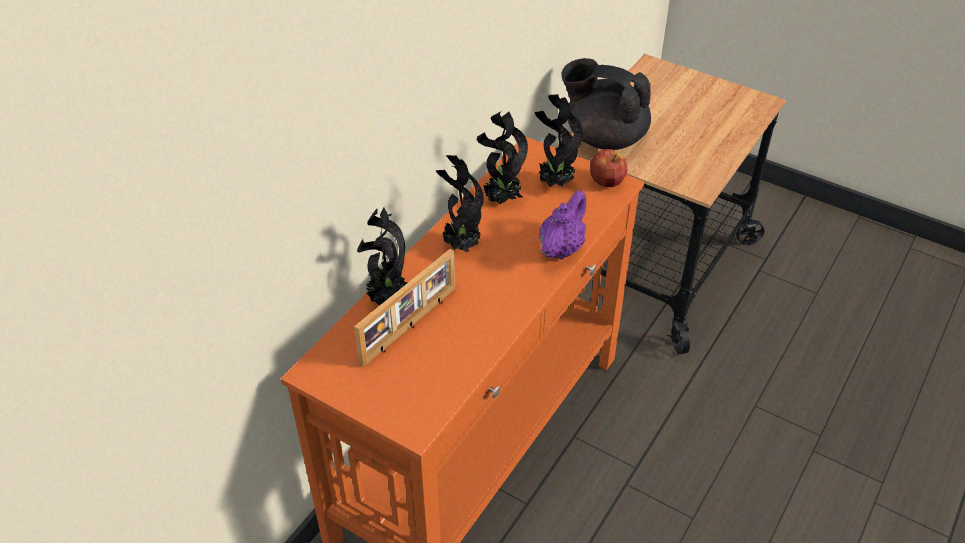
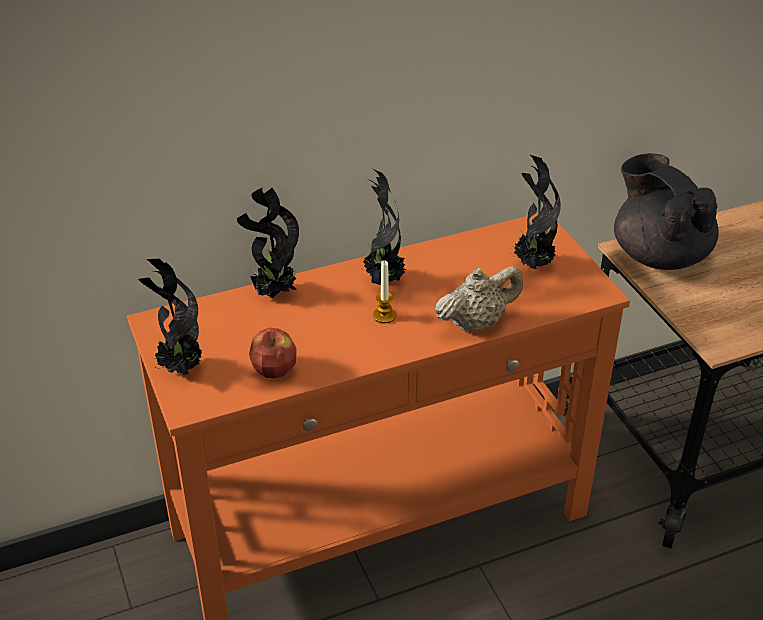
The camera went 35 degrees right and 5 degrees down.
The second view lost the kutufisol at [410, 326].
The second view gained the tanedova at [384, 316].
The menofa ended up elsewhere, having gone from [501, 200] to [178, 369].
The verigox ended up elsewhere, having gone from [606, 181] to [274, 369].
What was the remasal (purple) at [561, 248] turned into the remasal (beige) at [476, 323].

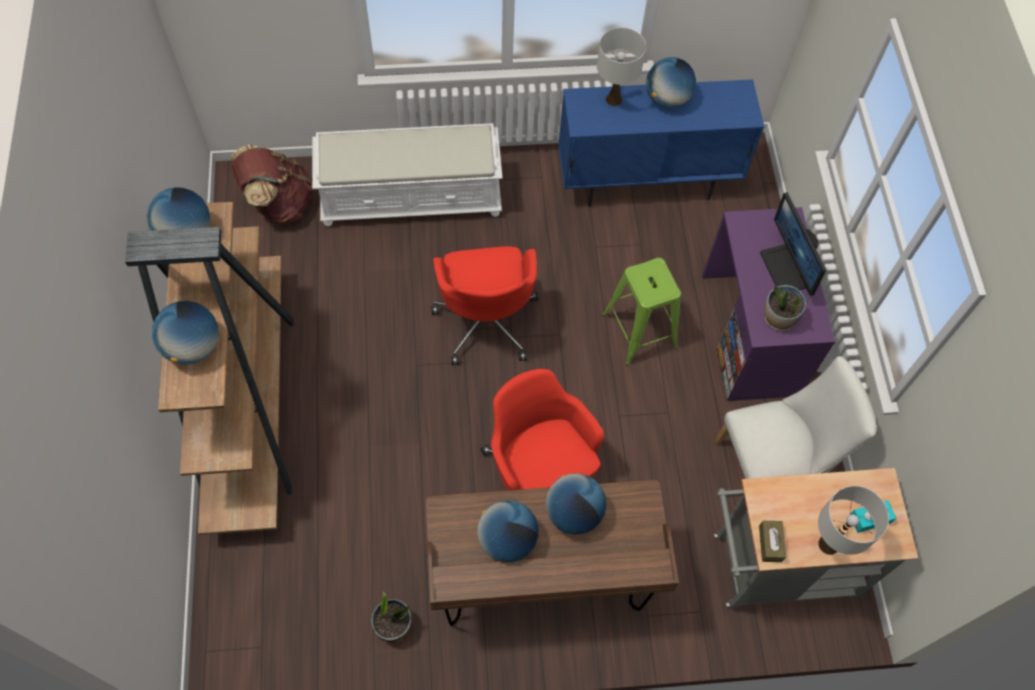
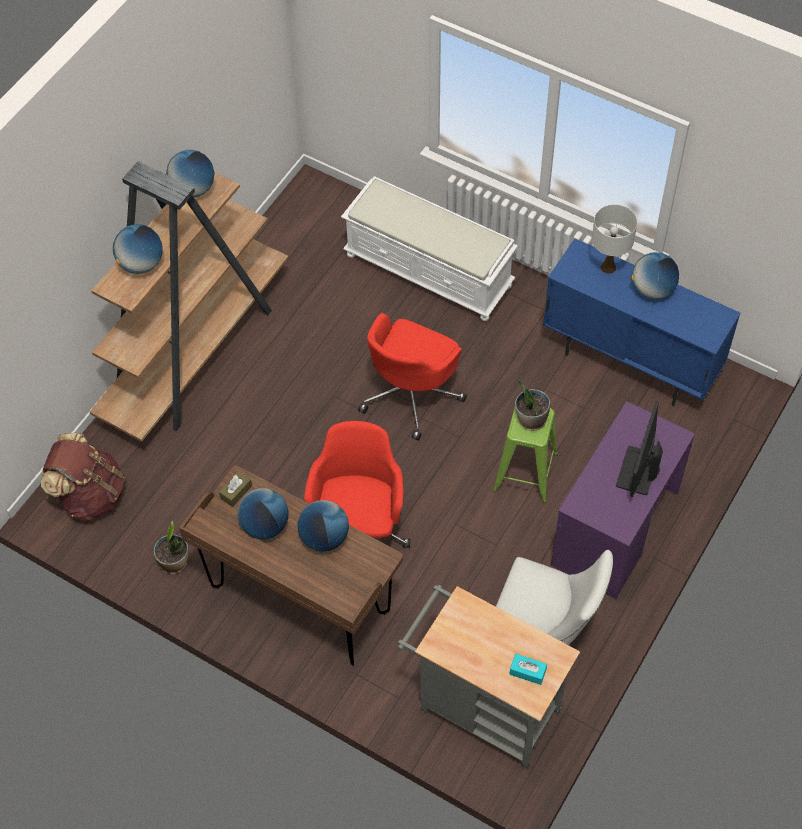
The camera went 40 degrees right and 5 degrees down.
The second view lost the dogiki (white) at [828, 544].
The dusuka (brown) ended up elsewhere, having gone from [279, 203] to [91, 495].
The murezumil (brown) ended up elsewhere, having gone from [770, 543] to [236, 492].
The menofa ended up elsewhere, having gone from [778, 319] to [531, 420].

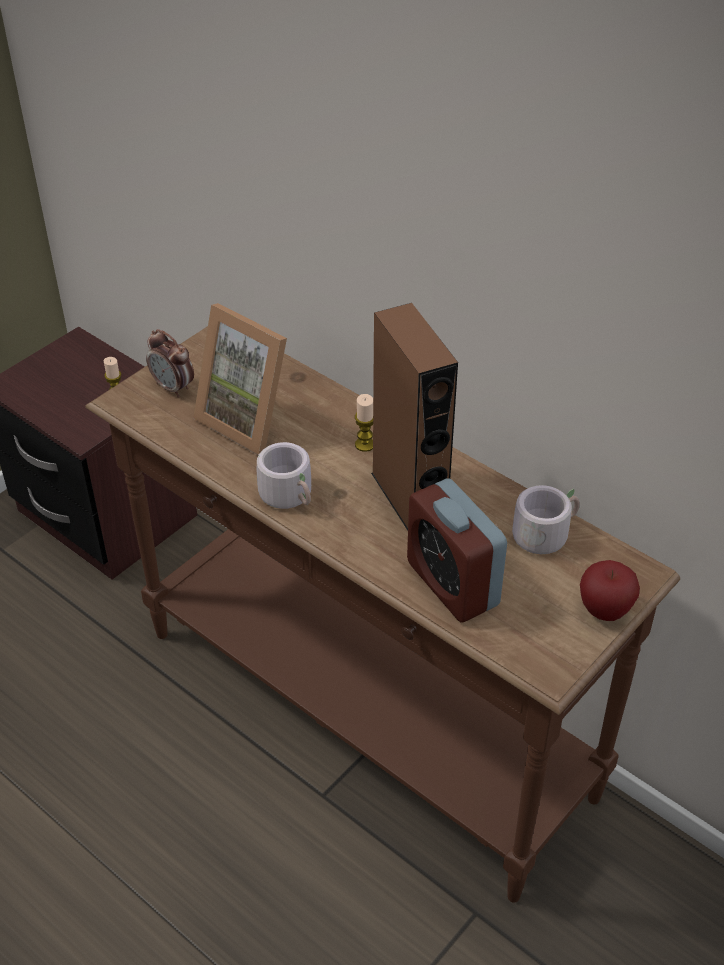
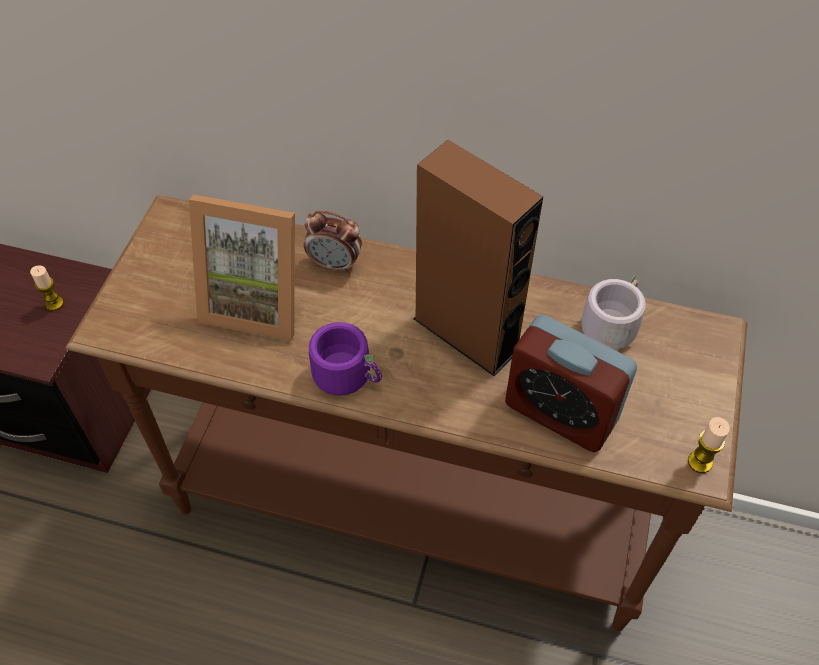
The camera went 25 degrees left and 10 degrees up.
The second view lost the verigox at [604, 611].
The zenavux ended up elsewhere, having gone from [173, 388] to [335, 264].
The tanedova ended up elsewhere, having gone from [365, 444] to [700, 462].
What was the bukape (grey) at [291, 495] turned into the bukape (purple) at [349, 374].

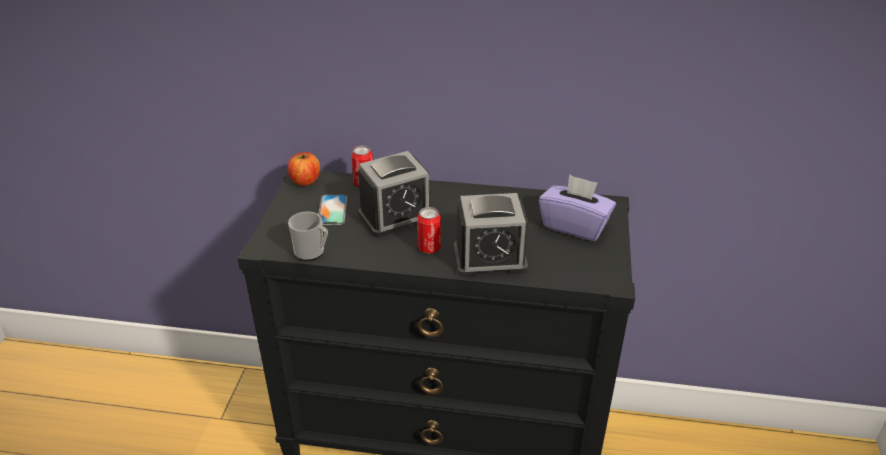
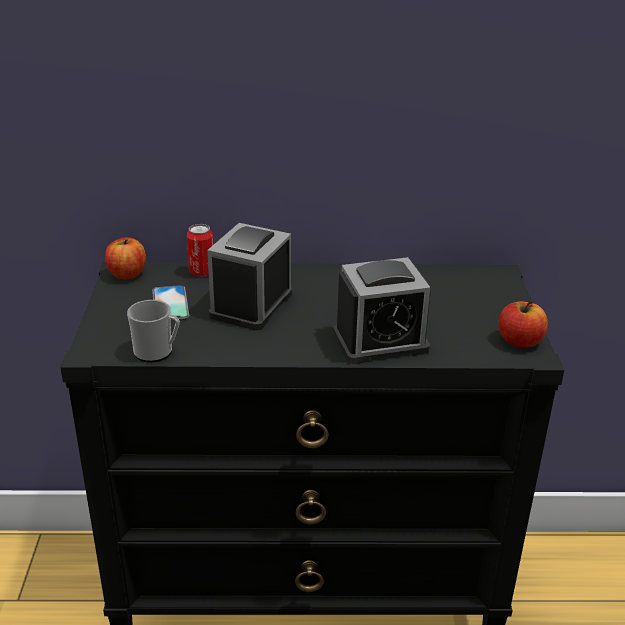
The camera went 10 degrees left and 5 degrees down.
The second view lost the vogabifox at [429, 248].
The second view lost the murezumil (purple) at [575, 225].
The second view gained the verigox at [519, 341].
The zenavux at [395, 216] ended up facing another way, 150 degrees clockwise from before.

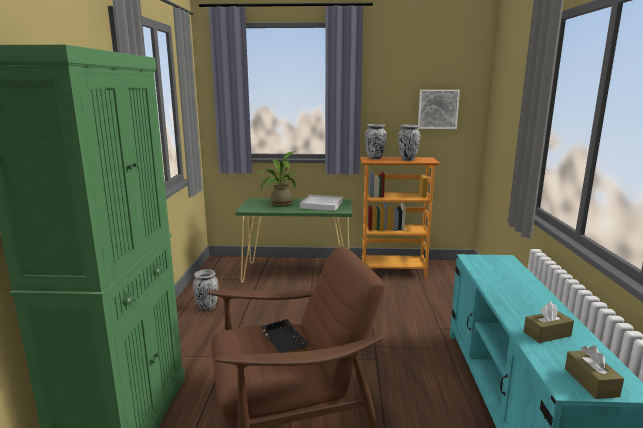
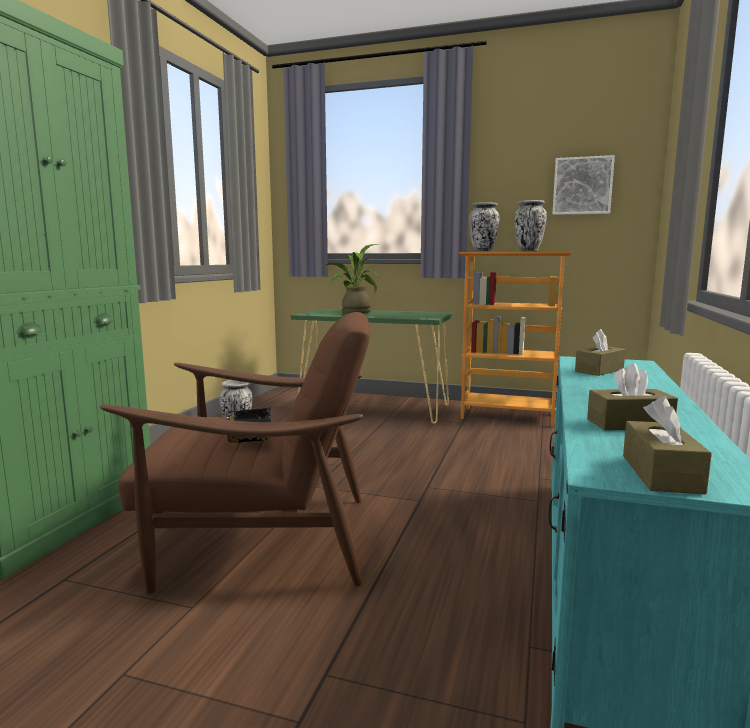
The camera went 15 degrees right and 5 degrees down.
The second view lost the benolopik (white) at [321, 205].
The second view gained the murezumil (brown) at [599, 370].

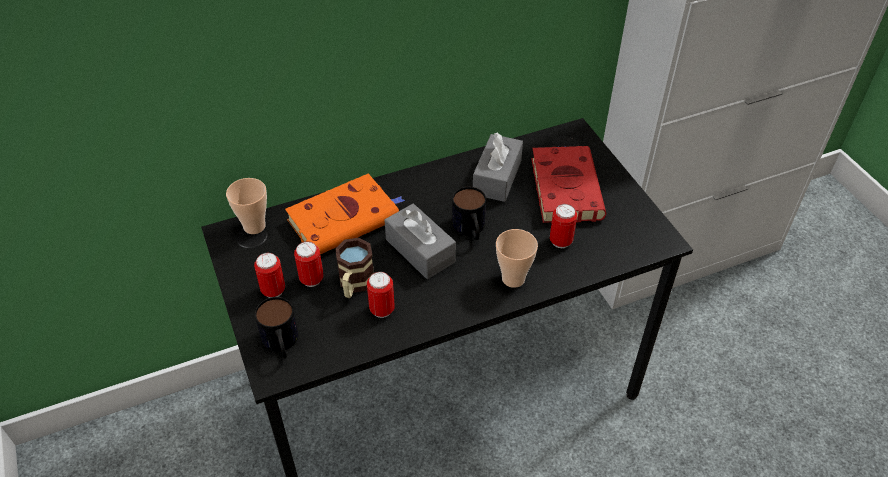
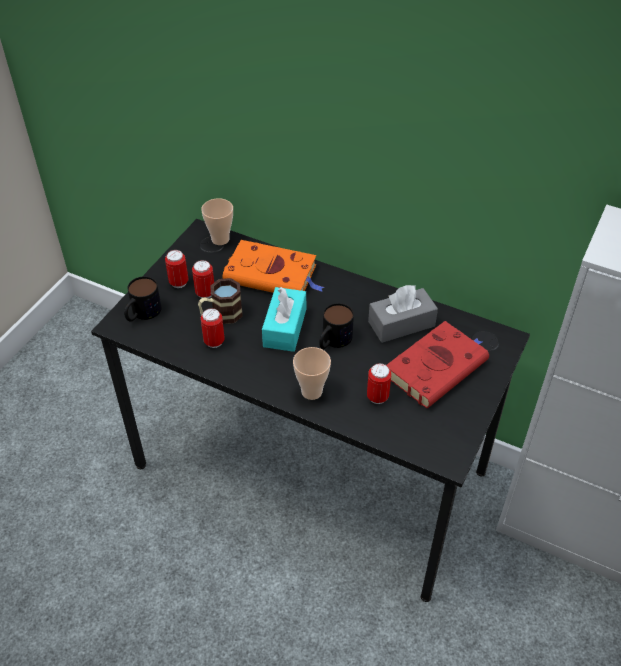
The camera went 50 degrees right and 0 degrees up.
What was the murezumil (grey) at [420, 250] turned into the murezumil (turquoise) at [285, 327].

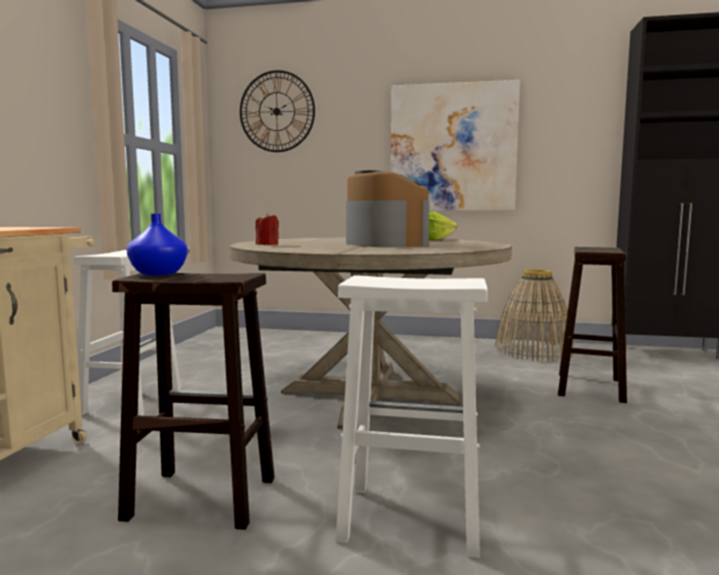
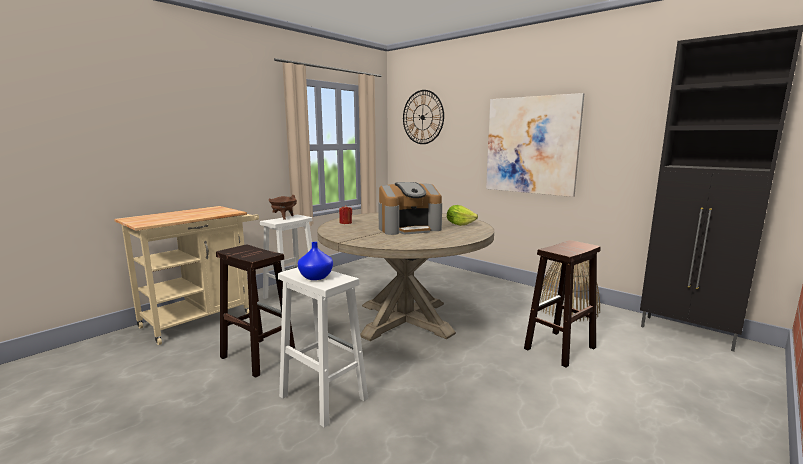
The camera went 30 degrees right and 5 degrees up.
The second view gained the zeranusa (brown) at [283, 217].
The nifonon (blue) ended up elsewhere, having gone from [157, 273] to [315, 277].
The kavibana at [383, 243] ended up facing another way, 60 degrees clockwise from before.

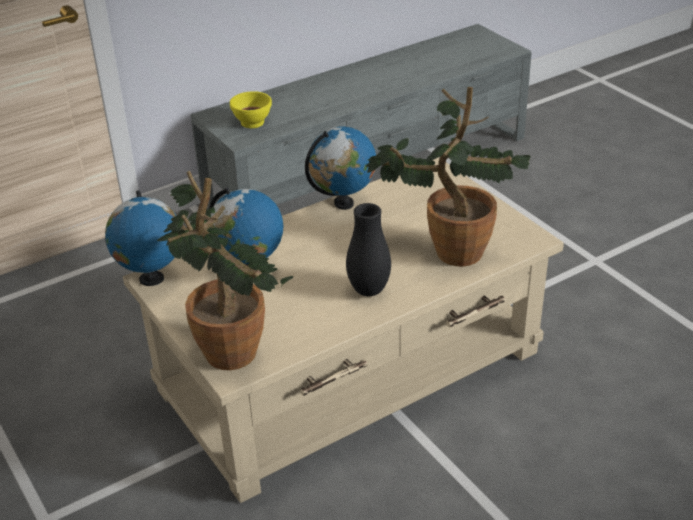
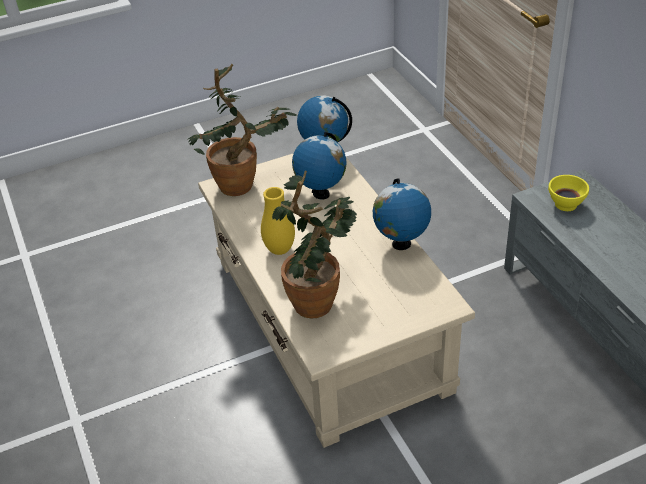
The camera went 100 degrees right and 5 degrees up.
What was the nifonon (black) at [369, 290] turned into the nifonon (yellow) at [279, 250].

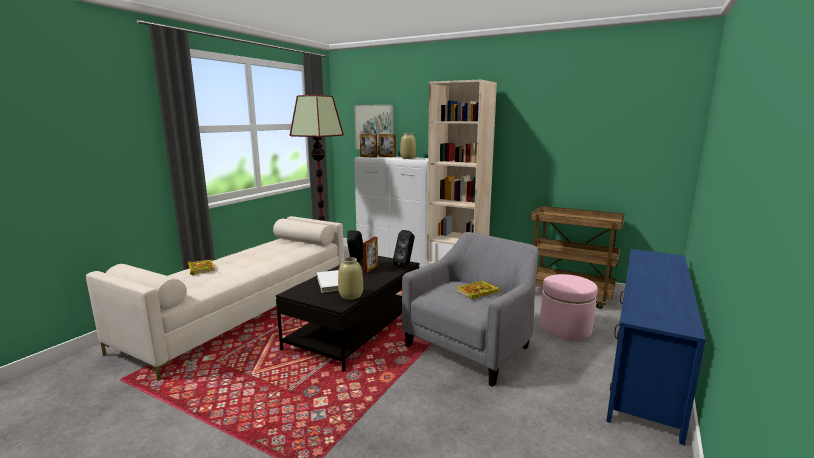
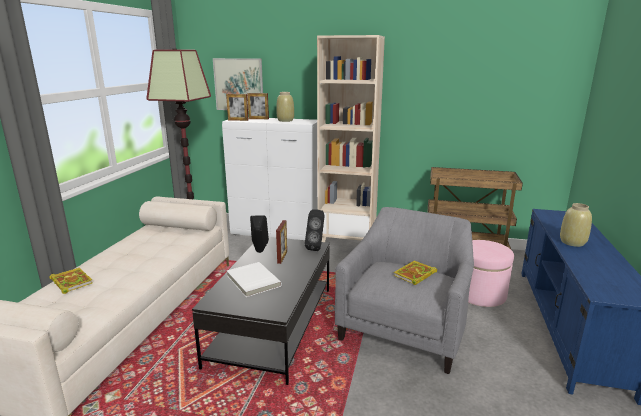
The camera went 15 degrees left and 5 degrees up.
The nifonon (beige) ended up elsewhere, having gone from [351, 296] to [573, 242].

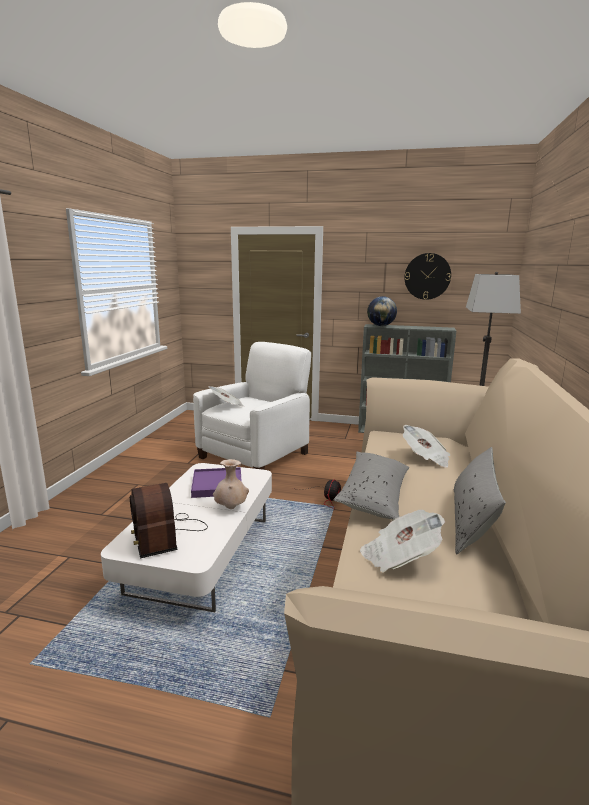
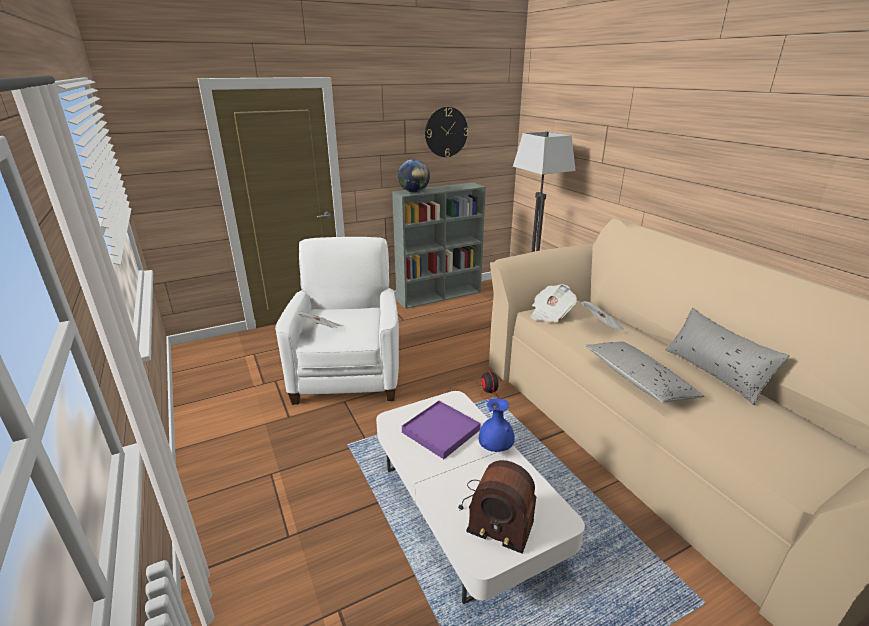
The camera went 40 degrees left and 10 degrees up.
The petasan ended up elsewhere, having gone from [399, 557] to [550, 314].
What was the nifonon (beige) at [231, 508] turned into the nifonon (blue) at [495, 449].

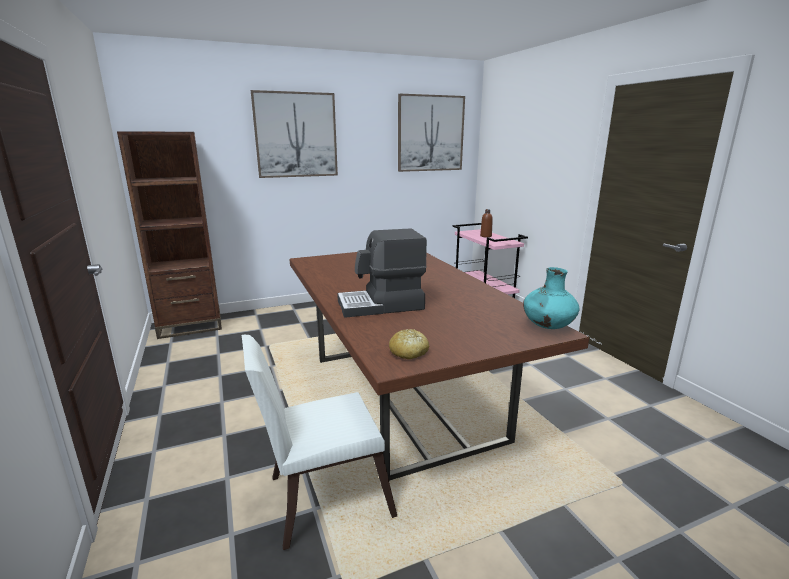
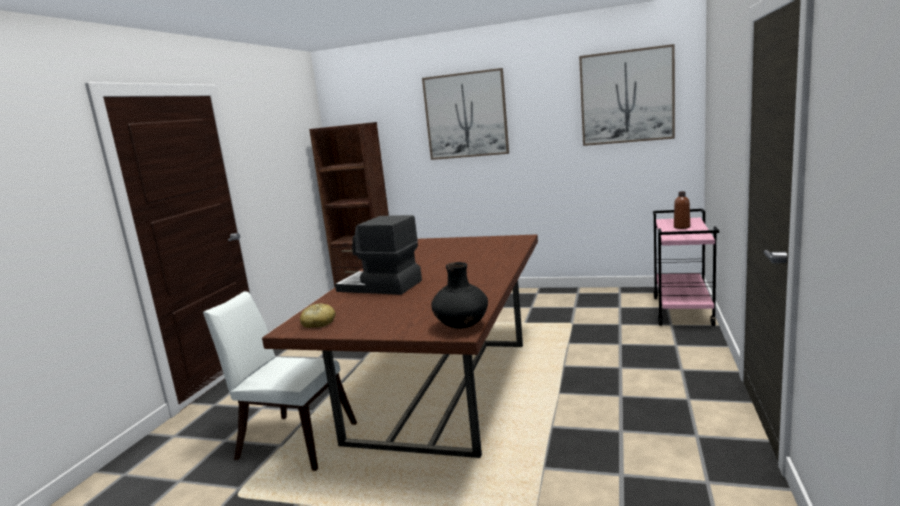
The camera went 40 degrees right and 5 degrees down.
What was the nifonon (turquoise) at [547, 326] turned into the nifonon (black) at [461, 326].

